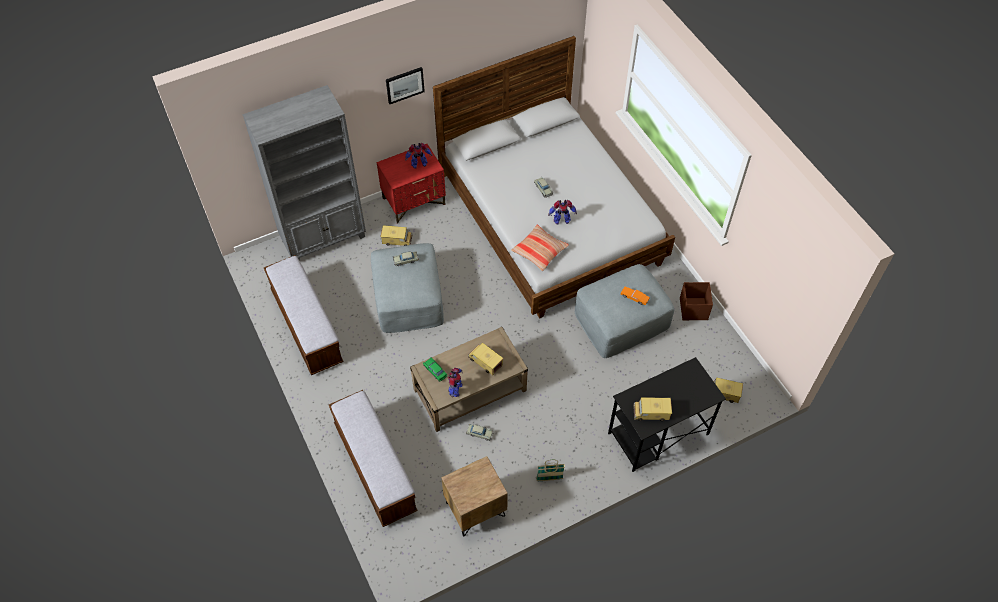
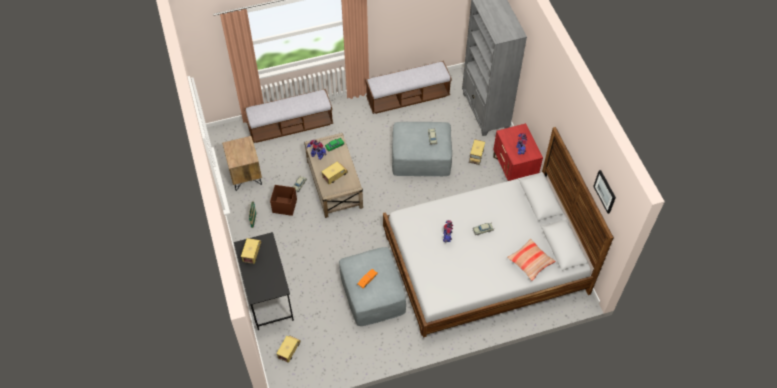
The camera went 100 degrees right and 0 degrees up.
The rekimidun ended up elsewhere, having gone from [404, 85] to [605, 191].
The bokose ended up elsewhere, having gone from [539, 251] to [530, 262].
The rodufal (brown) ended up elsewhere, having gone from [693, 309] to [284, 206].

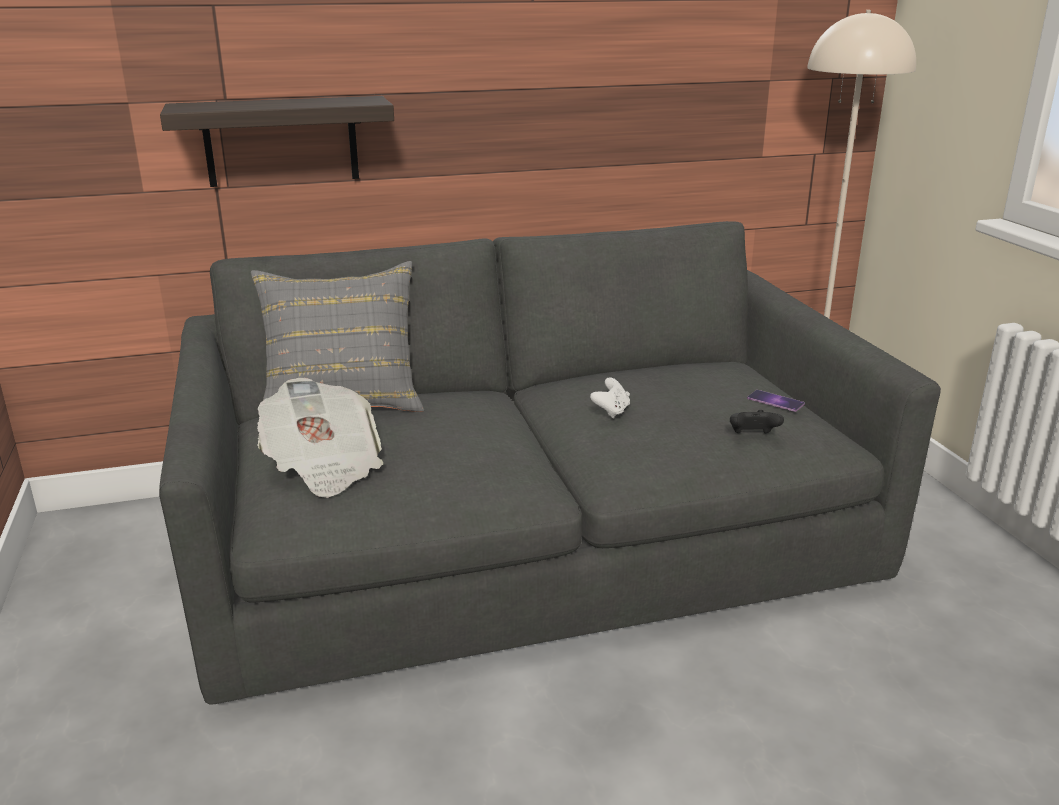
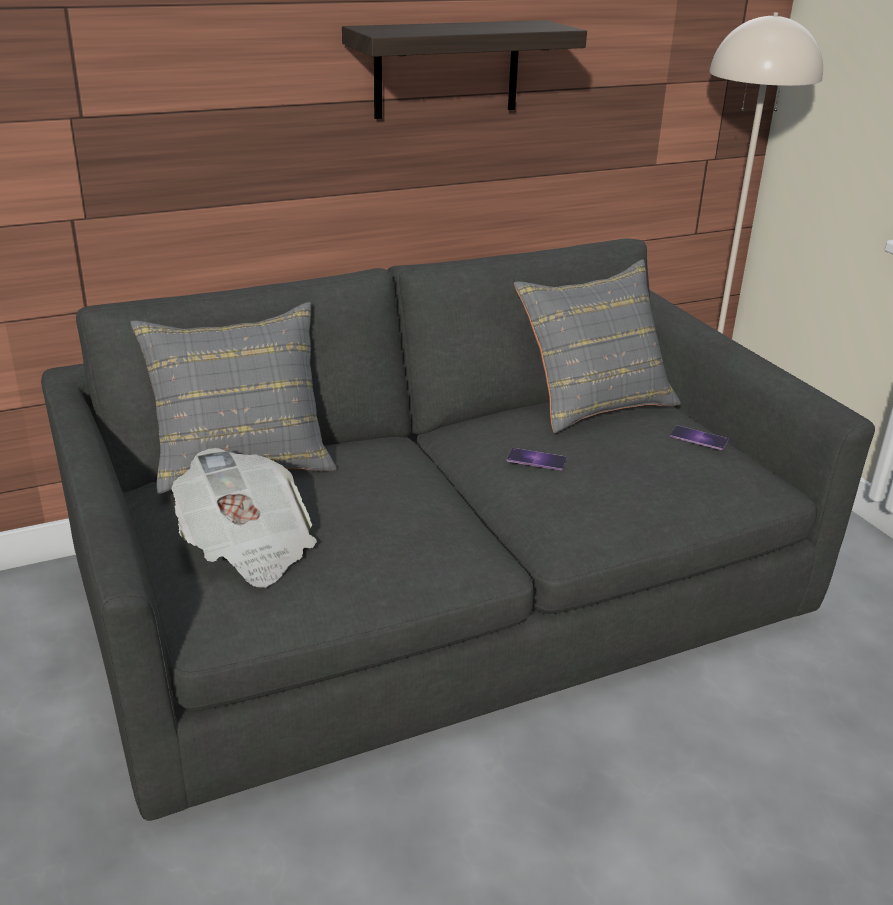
The camera went 10 degrees left and 5 degrees up.
The second view lost the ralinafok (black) at [752, 436].
The second view gained the bokose (grey) at [594, 403].
The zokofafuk ended up elsewhere, having gone from [281, 141] to [447, 69].
Where the ralinafok (white) stood at [611, 411], the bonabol came to stand at [536, 459].

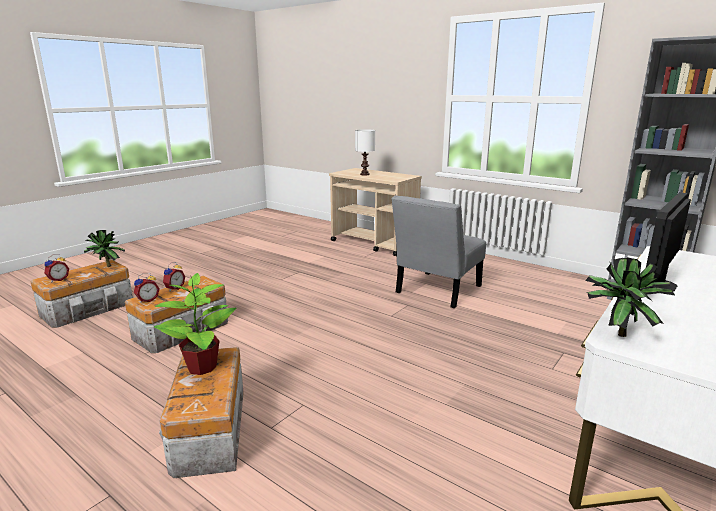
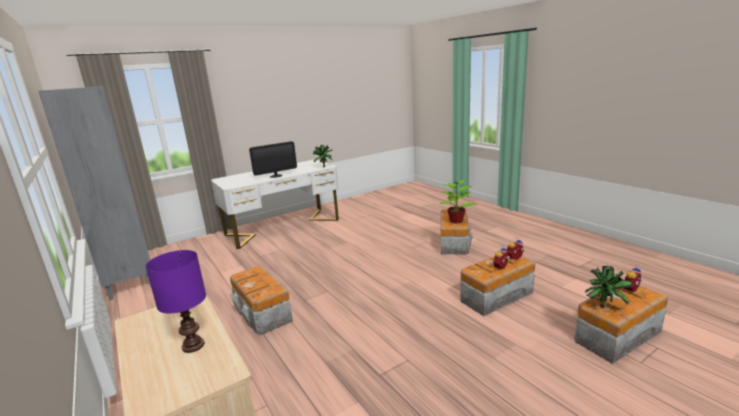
The camera went 160 degrees left and 0 degrees up.
Where the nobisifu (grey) stood at [436, 291], the rodufal came to stand at [262, 313].
What was the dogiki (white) at [364, 174] turned into the dogiki (purple) at [194, 345].

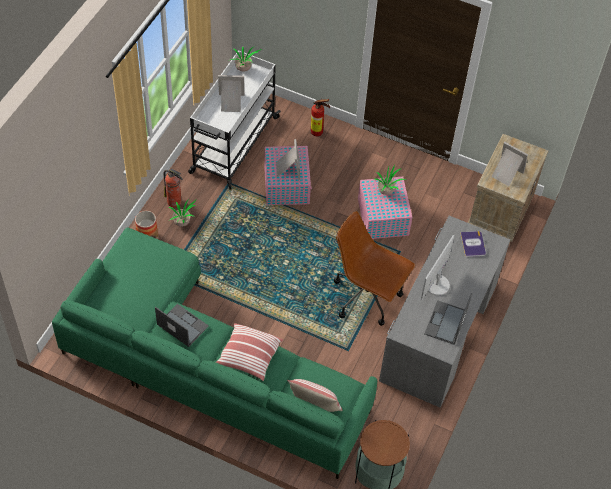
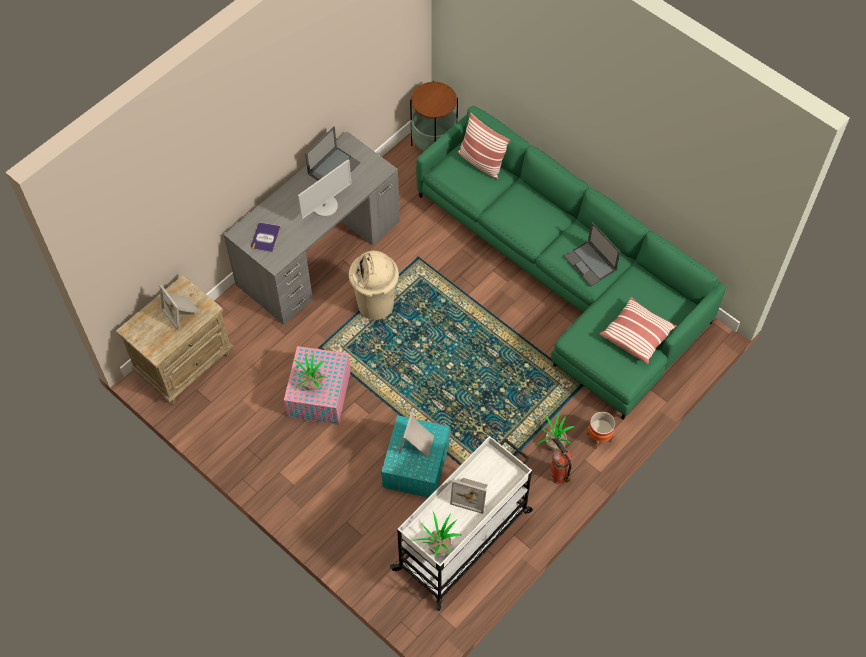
The camera went 160 degrees left and 5 degrees up.
The second view lost the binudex at [318, 133].
The bokose ended up elsewhere, having gone from [249, 357] to [637, 335].
Where the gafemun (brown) stood at [367, 297], the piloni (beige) came to stand at [375, 305].
What was the rodufal (pink) at [286, 184] turned into the rodufal (turquoise) at [415, 466].

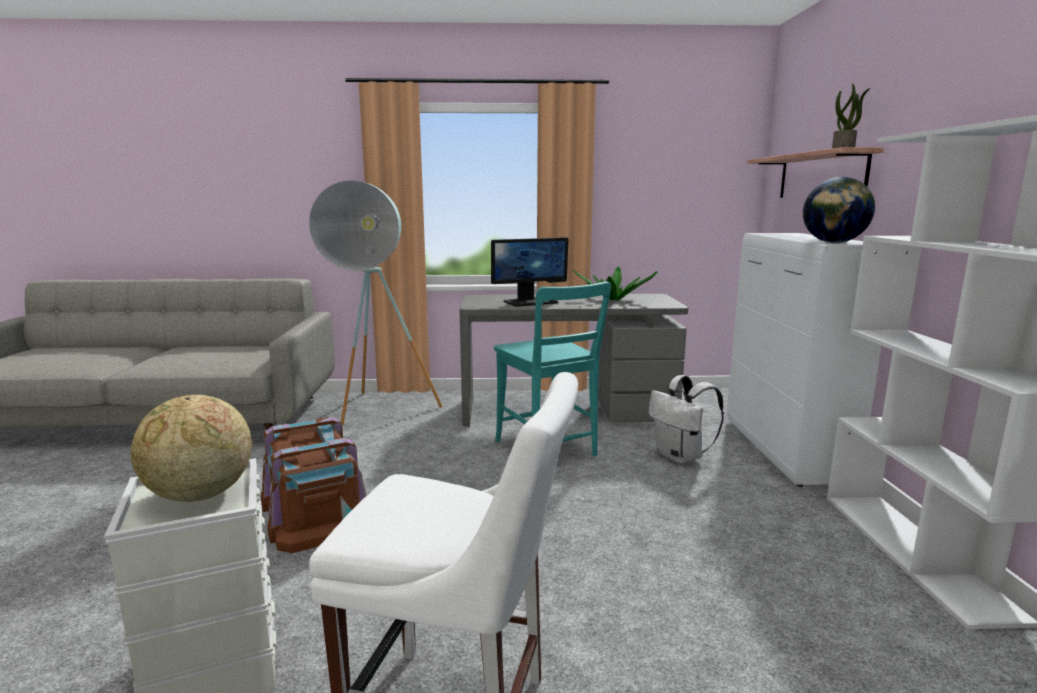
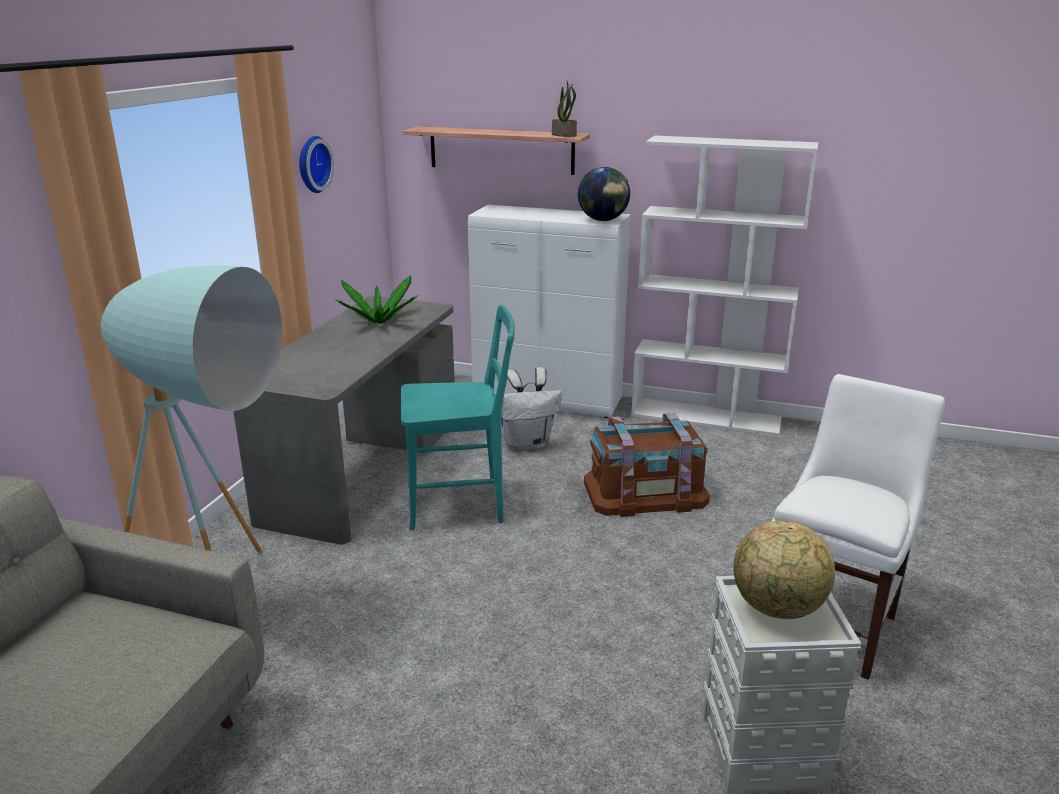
The camera went 70 degrees left and 10 degrees up.
The second view lost the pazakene at [530, 302].
The second view gained the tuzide at [312, 164].
The rodufal (brown) ended up elsewhere, having gone from [316, 511] to [645, 492].

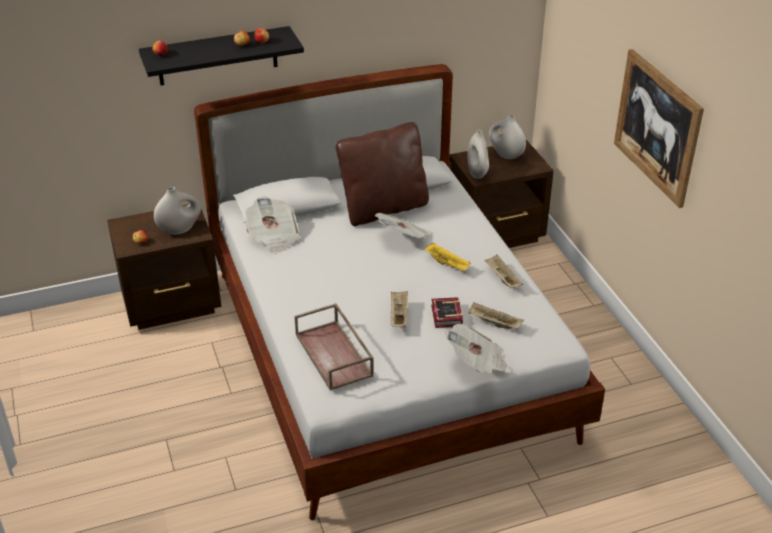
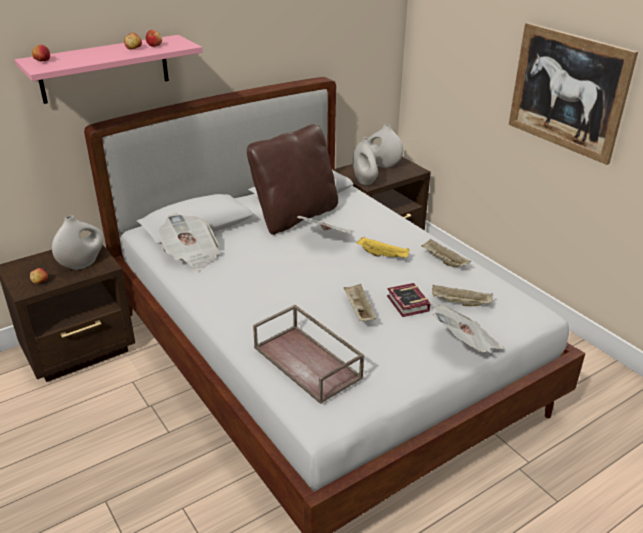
The camera went 15 degrees left and 5 degrees down.
What was the zokofafuk (black) at [217, 56] turned into the zokofafuk (pink) at [104, 69].

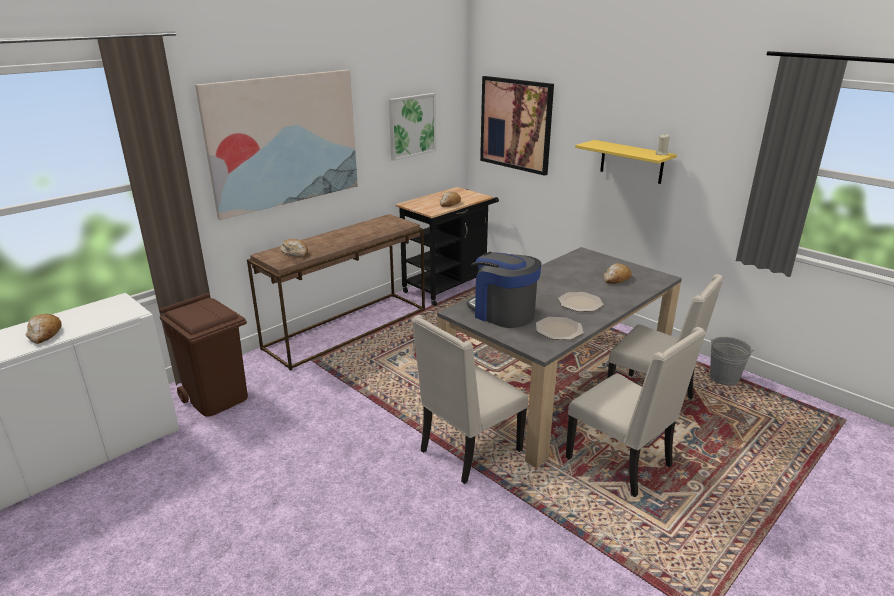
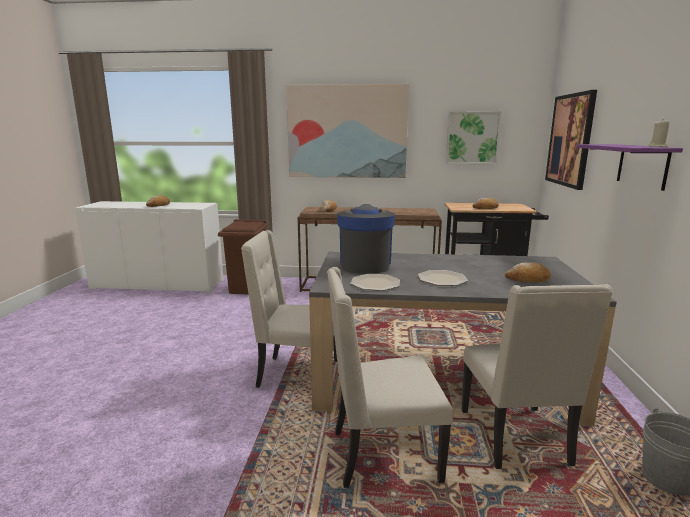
The camera went 50 degrees right and 10 degrees down.
What was the zokofafuk (yellow) at [631, 162] turned into the zokofafuk (purple) at [642, 165].
The nobisifu (beige) at [621, 462] ended up facing another way, 75 degrees clockwise from before.

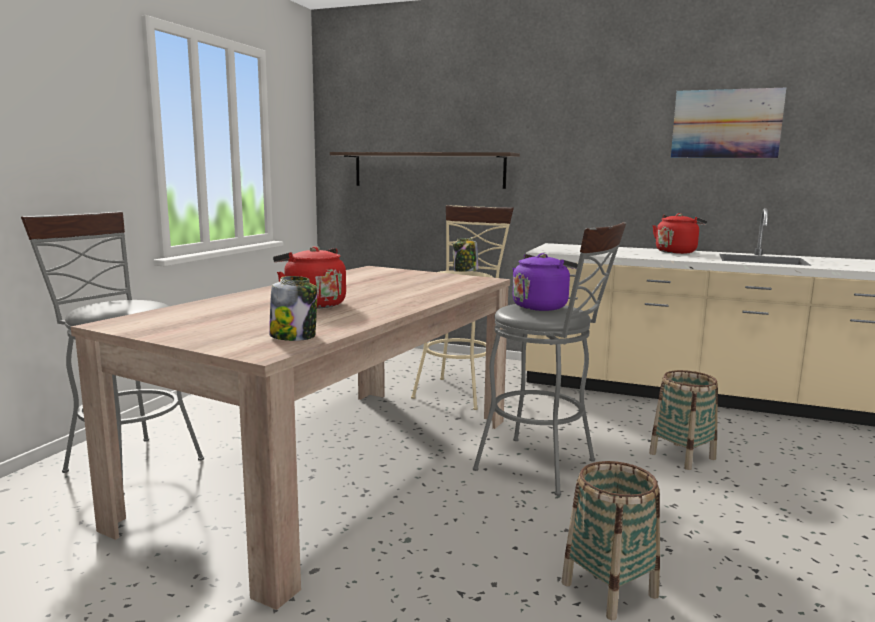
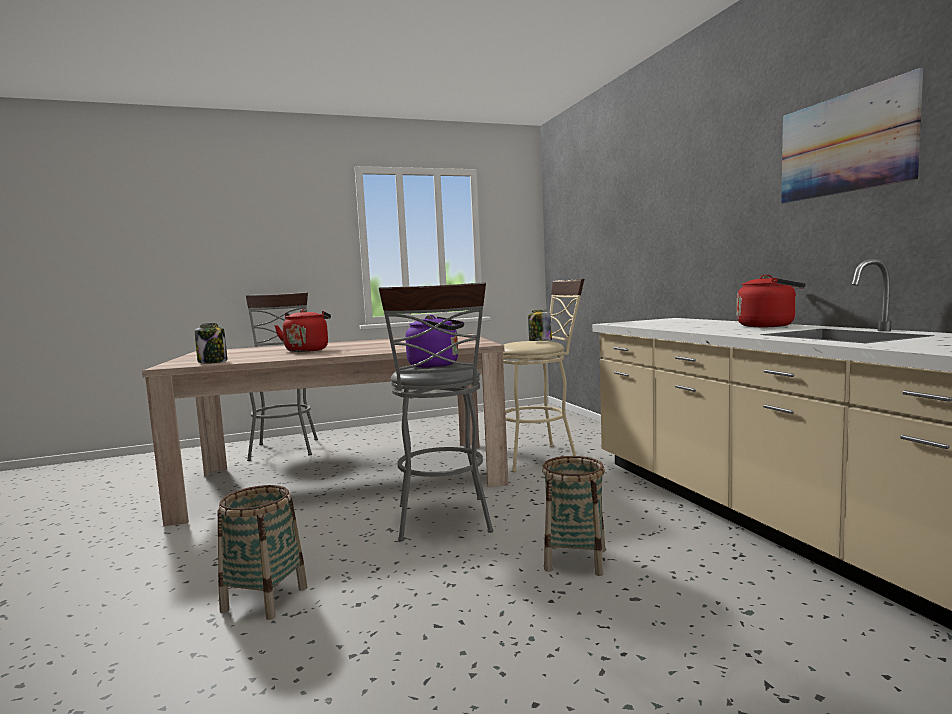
The camera went 50 degrees right and 5 degrees down.
The second view lost the zokofafuk at [428, 170].

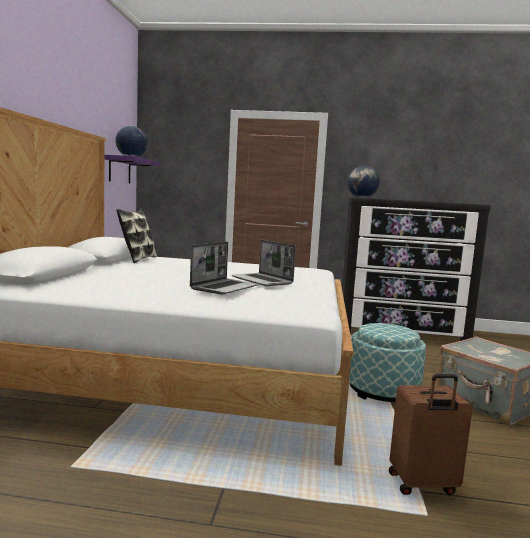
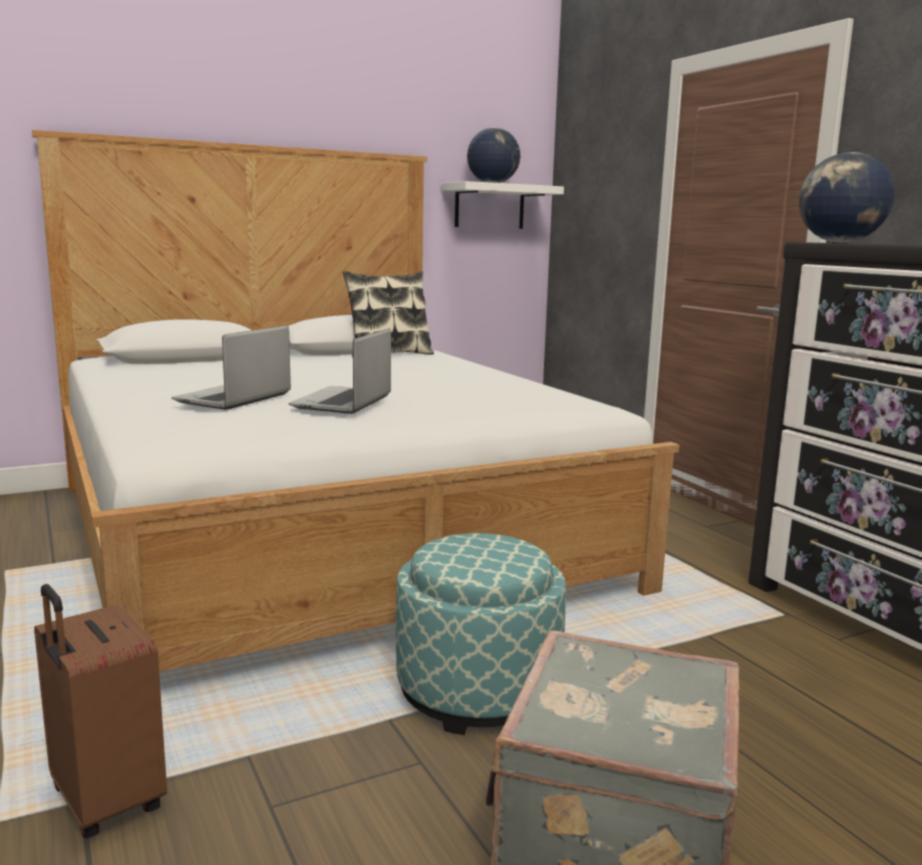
The camera went 55 degrees right and 5 degrees up.
What was the zokofafuk (purple) at [119, 170] turned into the zokofafuk (white) at [489, 206].
The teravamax at [224, 287] ended up facing another way, 120 degrees clockwise from before.

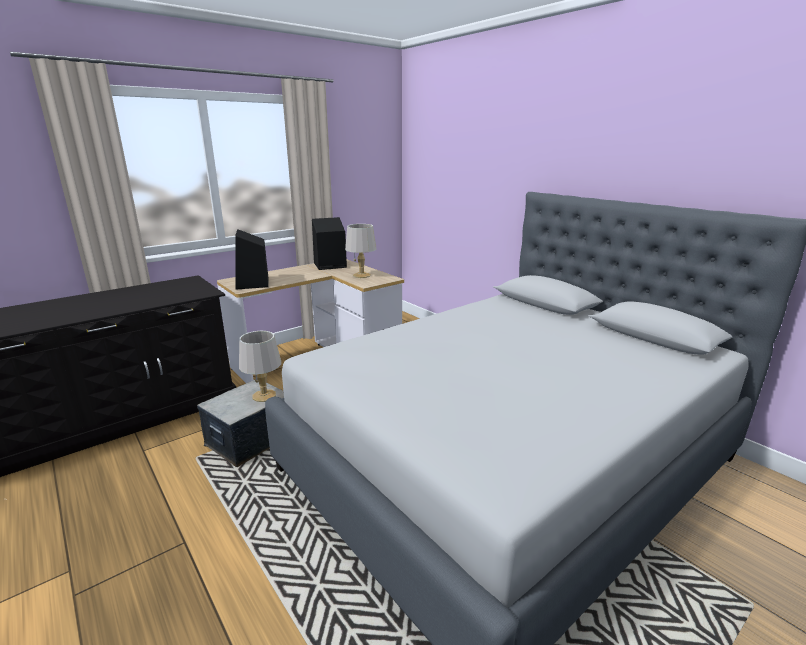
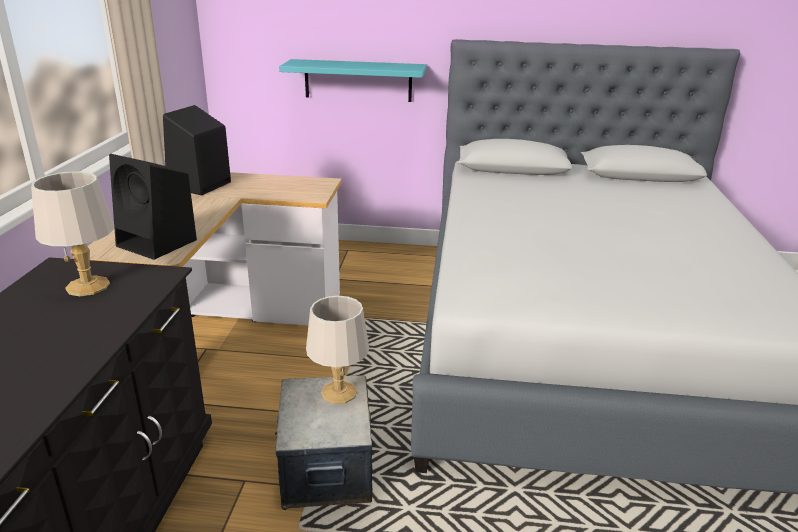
The camera went 45 degrees left and 5 degrees up.
The second view gained the zokofafuk (turquoise) at [358, 80].
The dogiki (grey) ended up elsewhere, having gone from [362, 275] to [89, 286].

